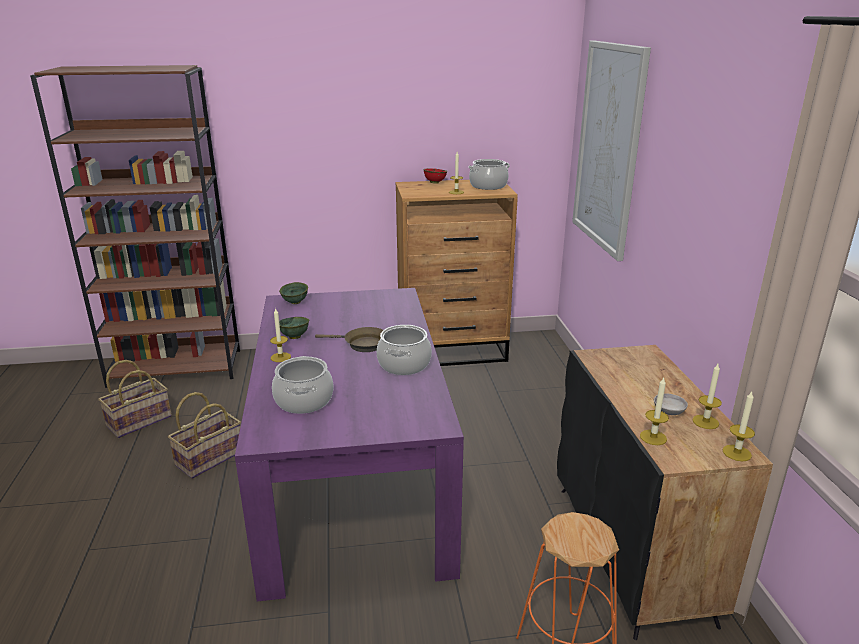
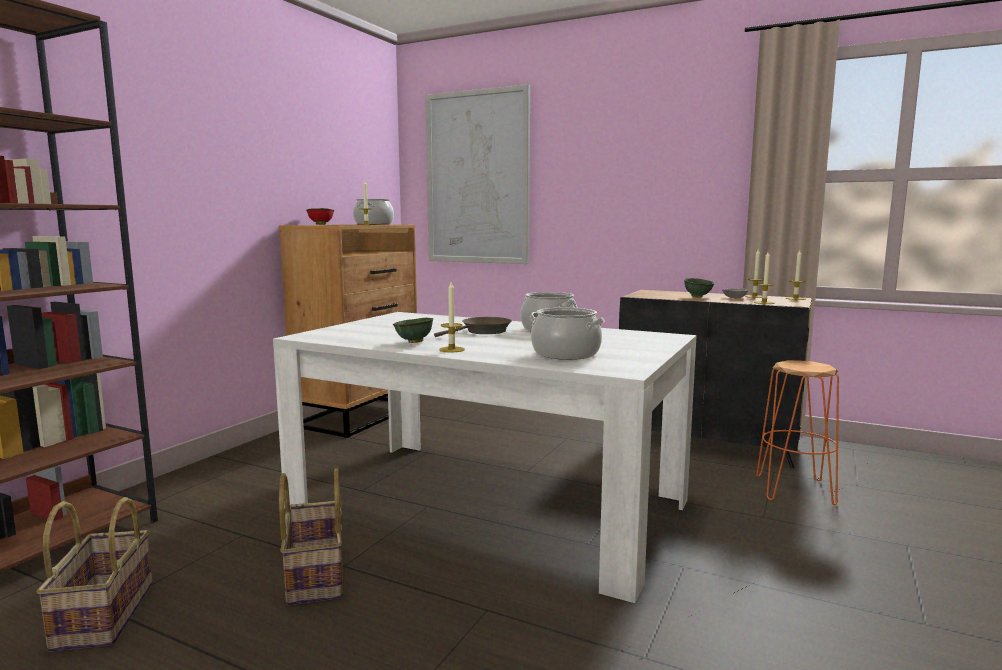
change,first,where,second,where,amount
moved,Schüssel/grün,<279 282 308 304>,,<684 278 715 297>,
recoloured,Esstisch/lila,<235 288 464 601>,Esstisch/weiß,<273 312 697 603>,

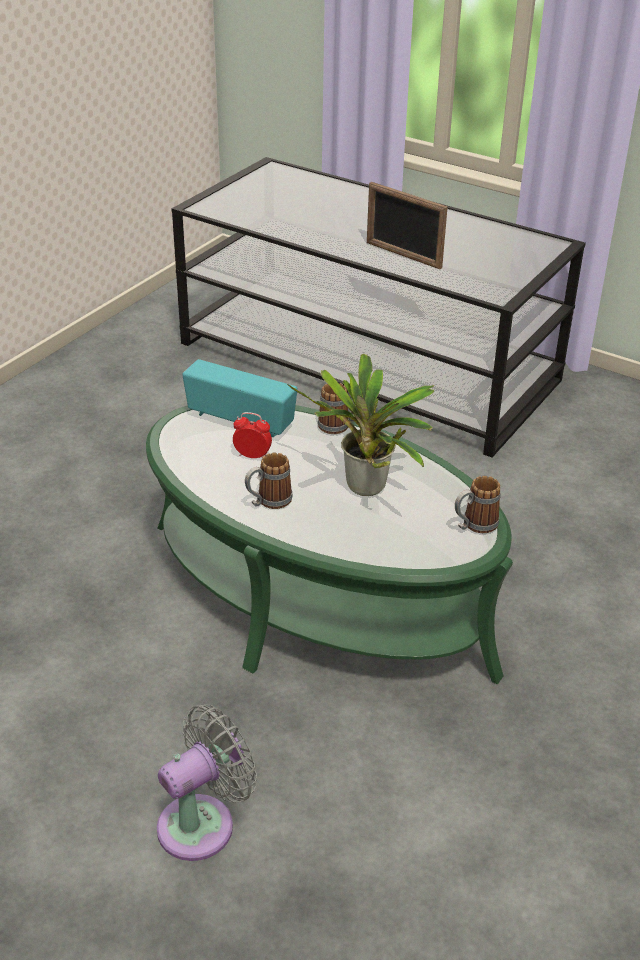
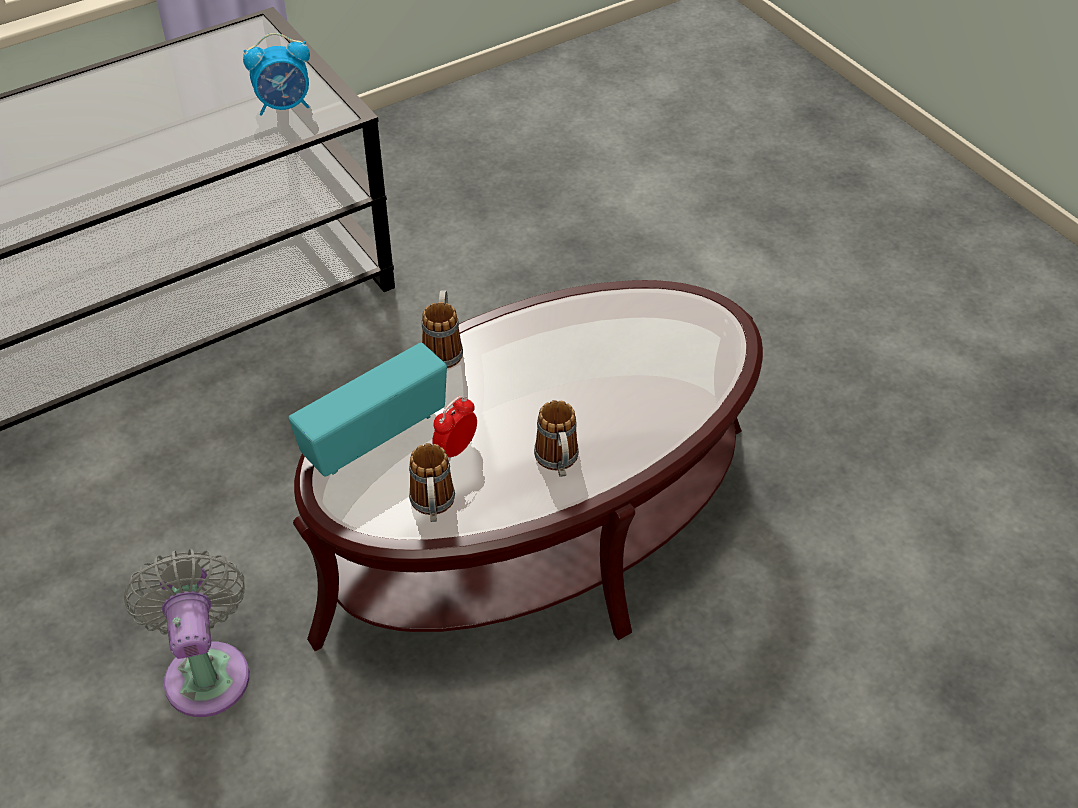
change,first,where,second,where,amount
removed,Bilderrahmen,<367 182 448 269>,,,
removed,Topfpflanze,<287 354 434 496>,,,
recoloured,Couchtisch/grün,<146 405 513 685>,Couchtisch/braun,<293 280 763 651>,
moved,Henkelbecher,<455 476 501 533>,,<409 443 455 522>,
moved,Ventilator/grau,<157 704 257 861>,,<124 549 249 717>,
added,,,Wecker,<243 33 310 116>,

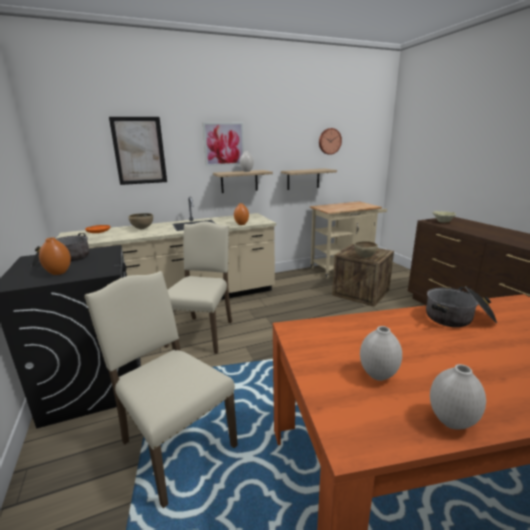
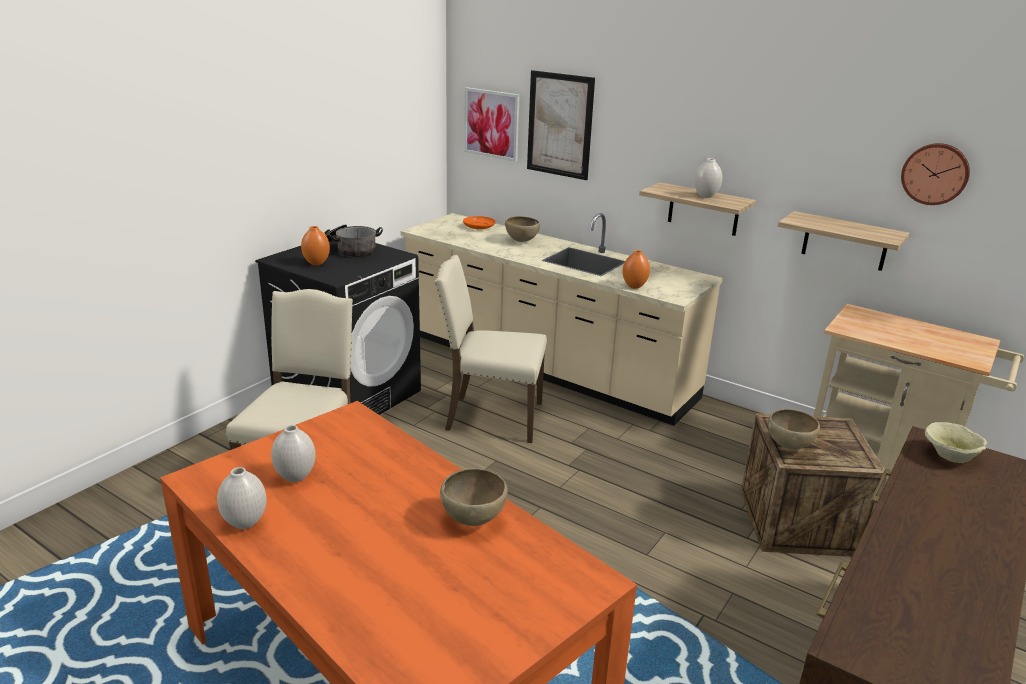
change,first,where,second,where,amount
moved,Bild,<203 123 244 166>,,<464 87 520 162>,
turned,Stuhl/beige,<164 221 232 354>,,<434 255 547 443>,150 degrees counterclockwise
replaced,Kochtopf,<426 286 498 327>,Schüssel/braun,<440 468 508 526>,

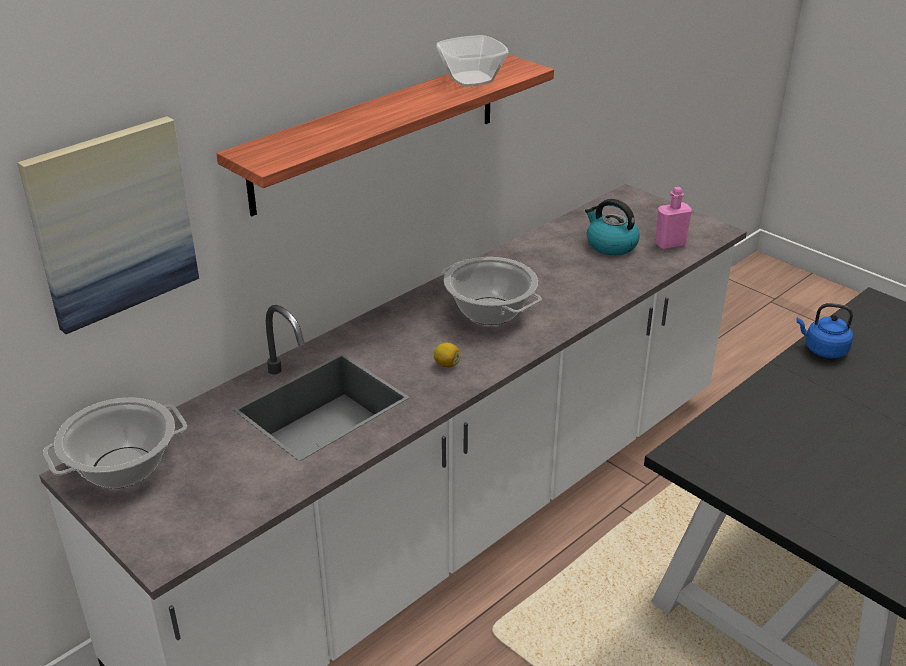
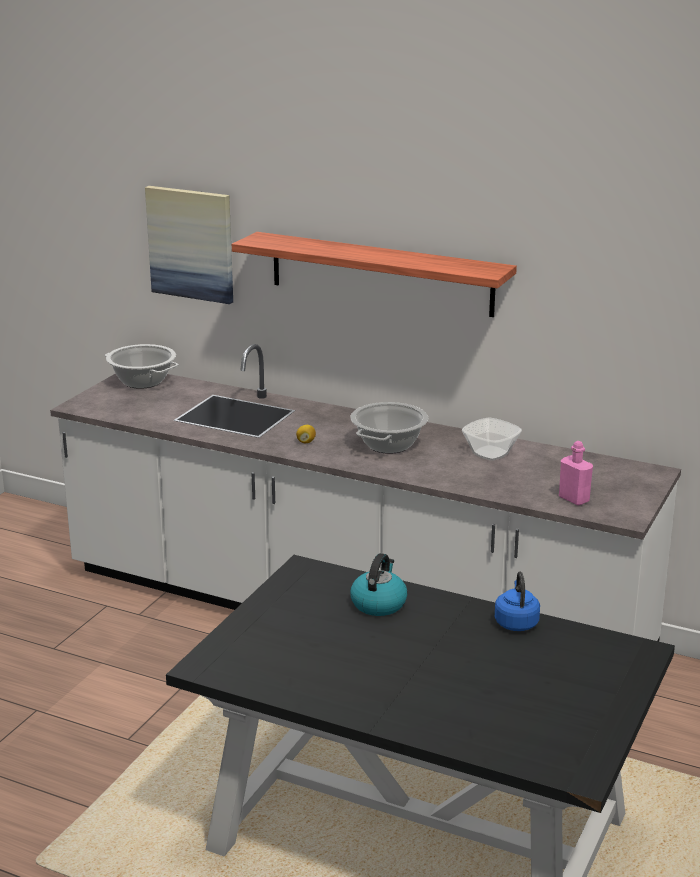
change,first,where,second,where,amount
moved,Schüssel,<436 35 509 87>,,<462 417 522 461>,
moved,Wasserkessel,<585 199 640 255>,,<350 553 407 616>,

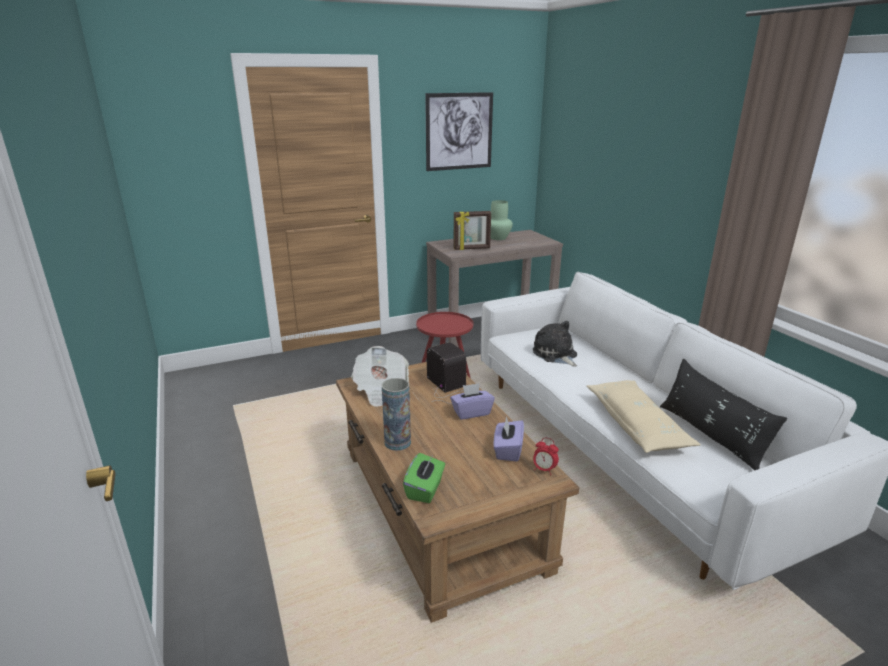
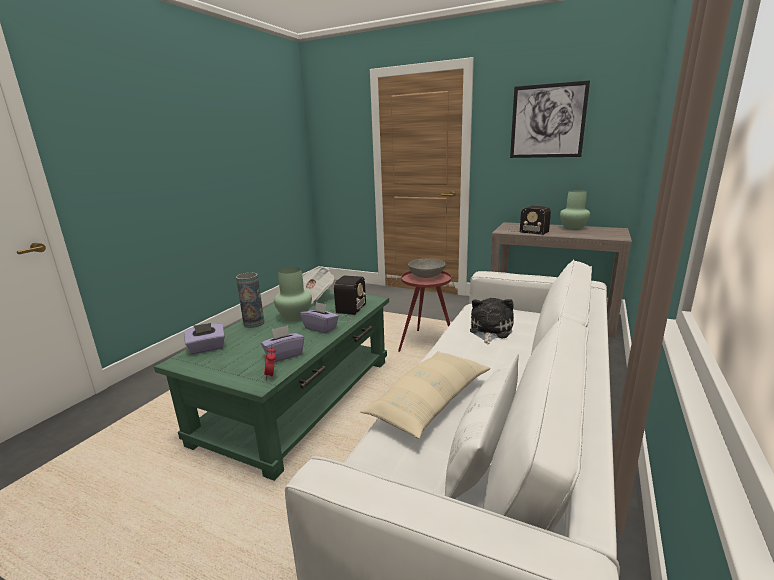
change,first,where,second,where,amount
replaced,Bilderrahmen,<453 211 491 250>,Radio,<508 206 551 235>,
recoloured,Kissen/schwarz,<660 359 787 470>,Kissen/weiß,<445 354 519 499>,
recoloured,Couchtisch/braun,<336 362 579 623>,Couchtisch/grün,<154 289 389 481>,
recoloured,Taschentuchbox/grün,<403 453 445 503>,Taschentuchbox/lila,<184 323 225 355>,
added,,,Schüssel/grau,<408 259 446 278>,
added,,,Vase/grün,<274 267 312 322>,

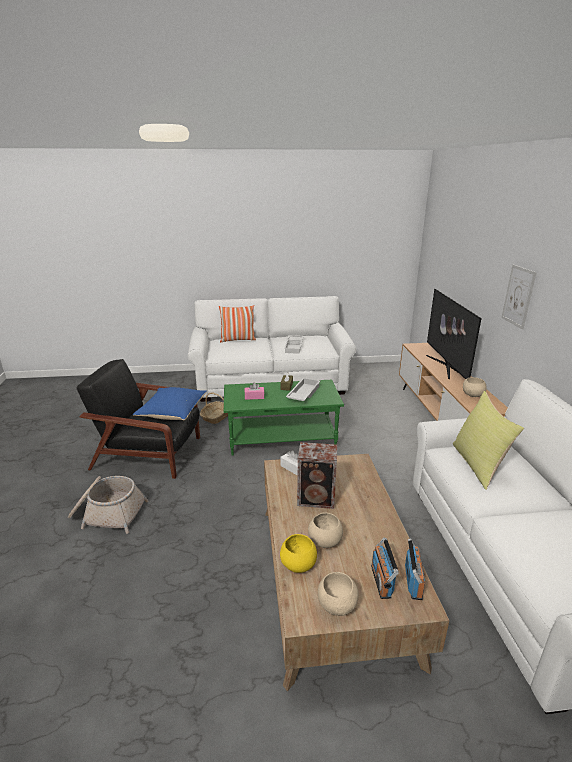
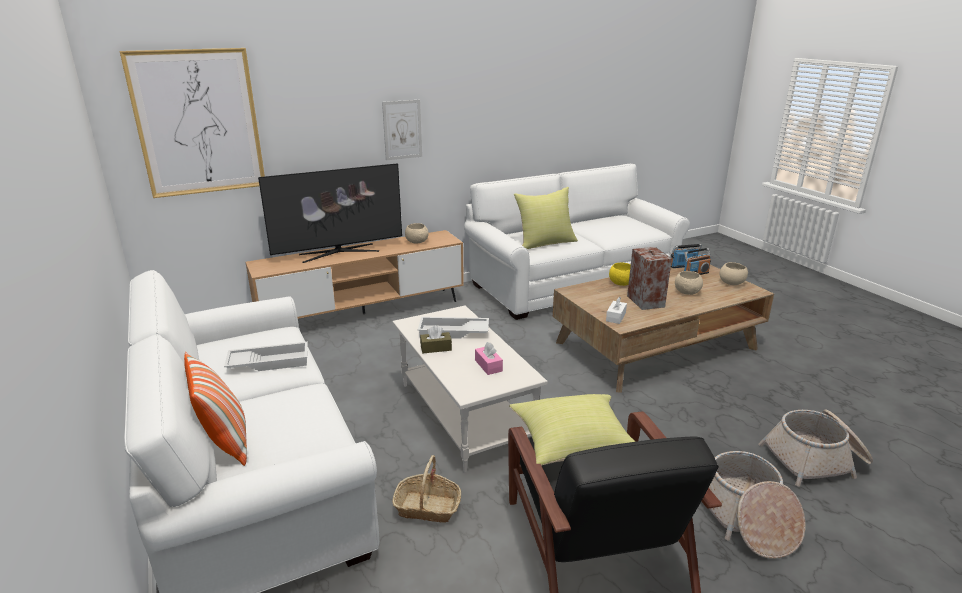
change,first,where,second,where,amount
recoloured,Couchtisch/grün,<224 380 344 456>,Couchtisch/weiß,<392 305 548 472>,
recoloured,Kissen/blau,<133 387 207 420>,Kissen/gelb,<509 394 635 466>,
moved,Schüssel/gelb,<280 534 317 573>,,<609 263 631 286>,
added,,,Bild,<120 48 265 198>,
added,,,Korb,<758 409 873 487>,

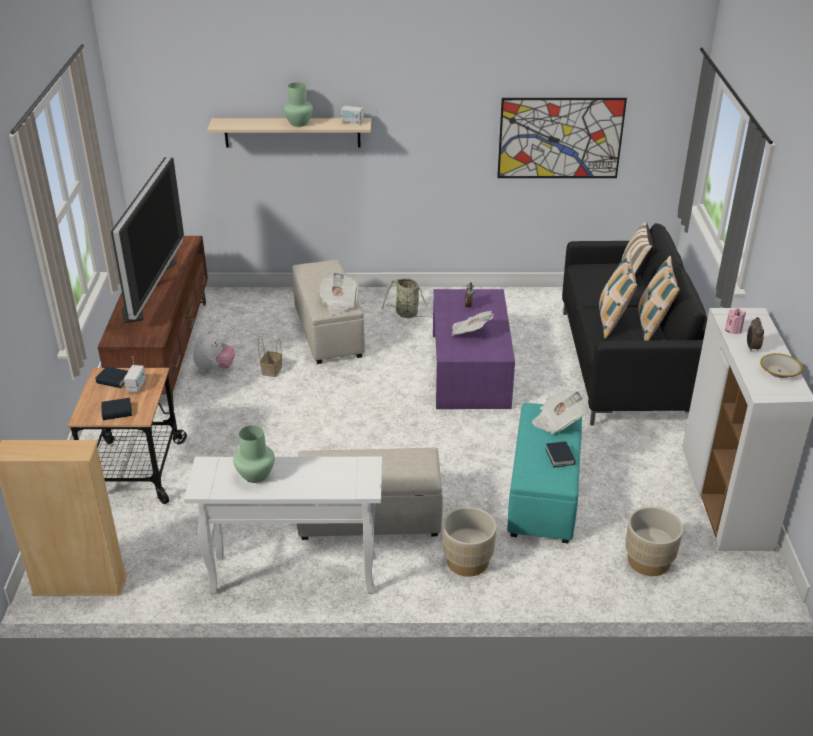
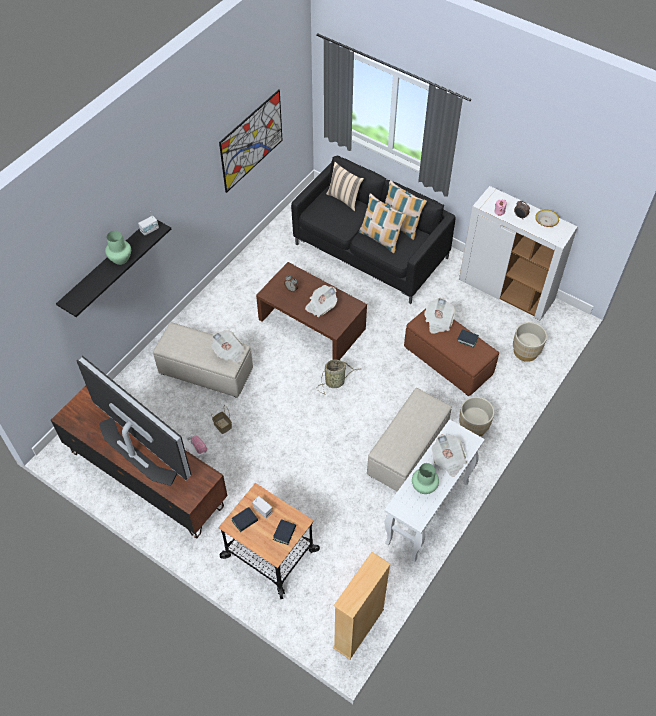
change,first,where,second,where,amount
recoloured,Wandregal/beige,<207 118 371 148>,Wandregal/schwarz,<56 220 171 317>,
moved,Korb,<382 278 433 318>,,<317 360 361 395>,
recoloured,Couchtisch/lila,<433 289 515 409>,Couchtisch/braun,<256 262 367 360>,
recoloured,Polsterhocker/türkis,<507 403 582 543>,Polsterhocker/braun,<404 309 499 397>,
added,,,Zeitung,<432 434 467 477>,

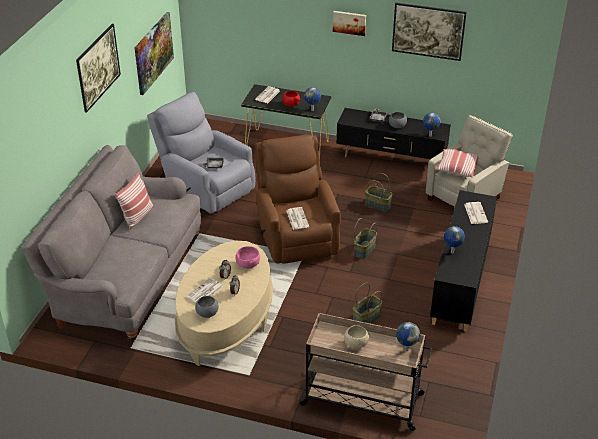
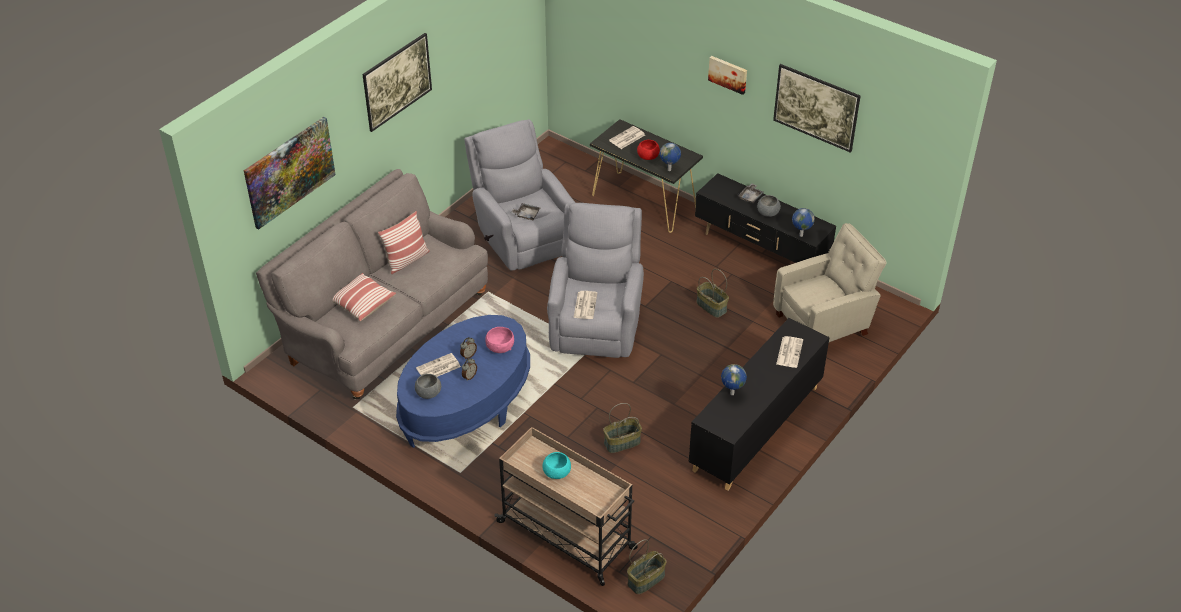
change,first,where,second,where,amount
moved,Bild,<135 12 174 95>,,<244 117 336 229>,
recoloured,Sessel/braun,<255 135 341 264>,Sessel/grau,<547 203 644 358>,
moved,Kissen,<435 149 479 178>,,<332 273 396 321>,
moved,Korb,<354 218 377 259>,,<627 539 667 594>,
recoloured,Couchtisch/beige,<175 241 273 366>,Couchtisch/blau,<396 315 530 448>,
removed,Globus,<396 322 420 352>,,,
recoloured,Schüssel/beige,<344 325 369 349>,Schüssel/türkis,<542 452 571 479>,

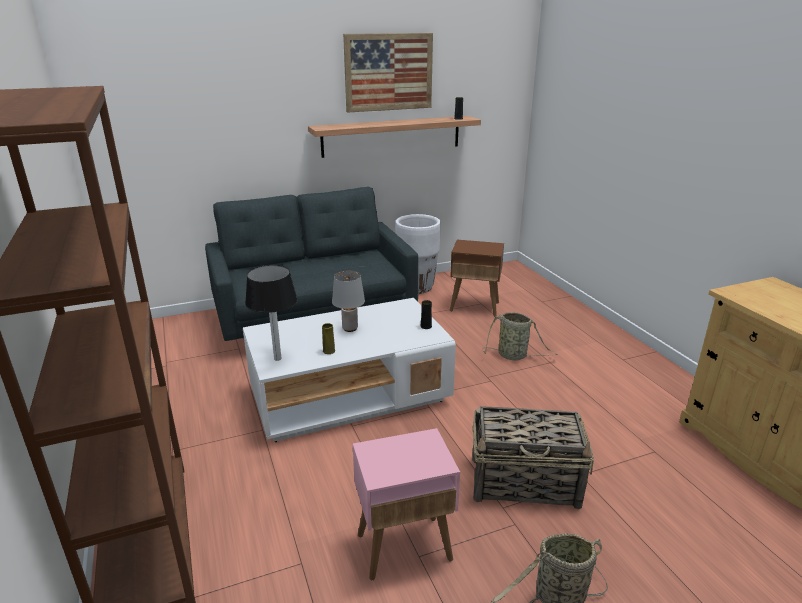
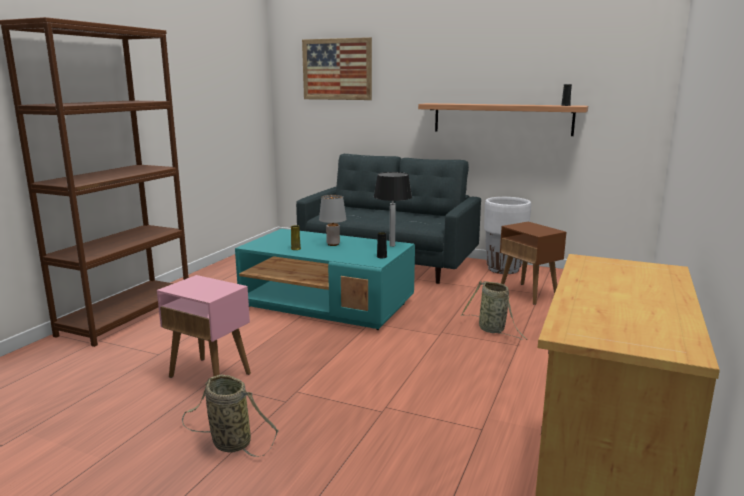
change,first,where,second,where,amount
moved,Bild,<343 33 433 113>,,<302 37 372 100>,
moved,Tischlampe,<245 265 298 361>,,<374 172 412 247>,
recoloured,Couchtisch/weiß,<243 298 456 442>,Couchtisch/türkis,<235 229 415 330>,
removed,Korb,<472 406 594 509>,,,

